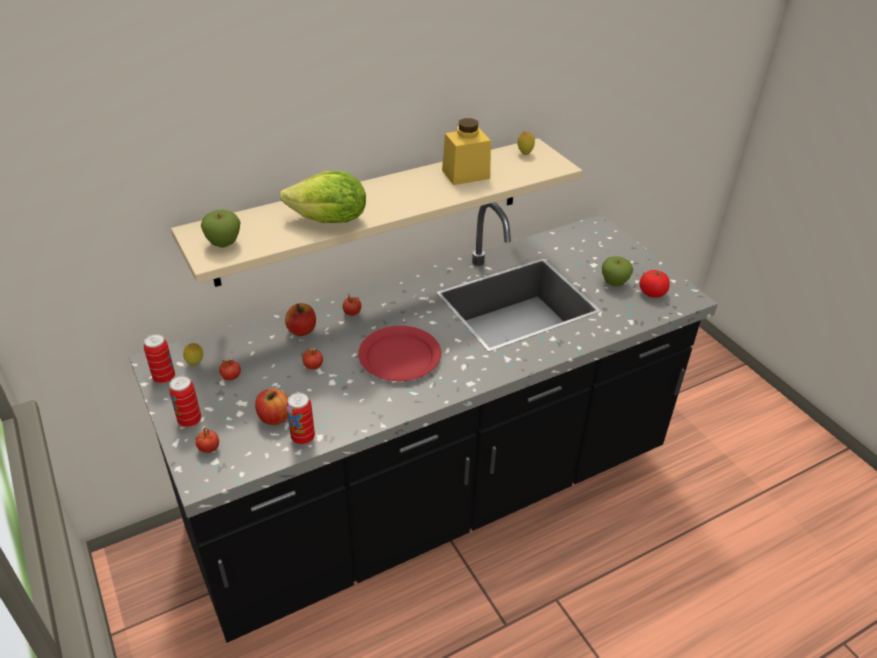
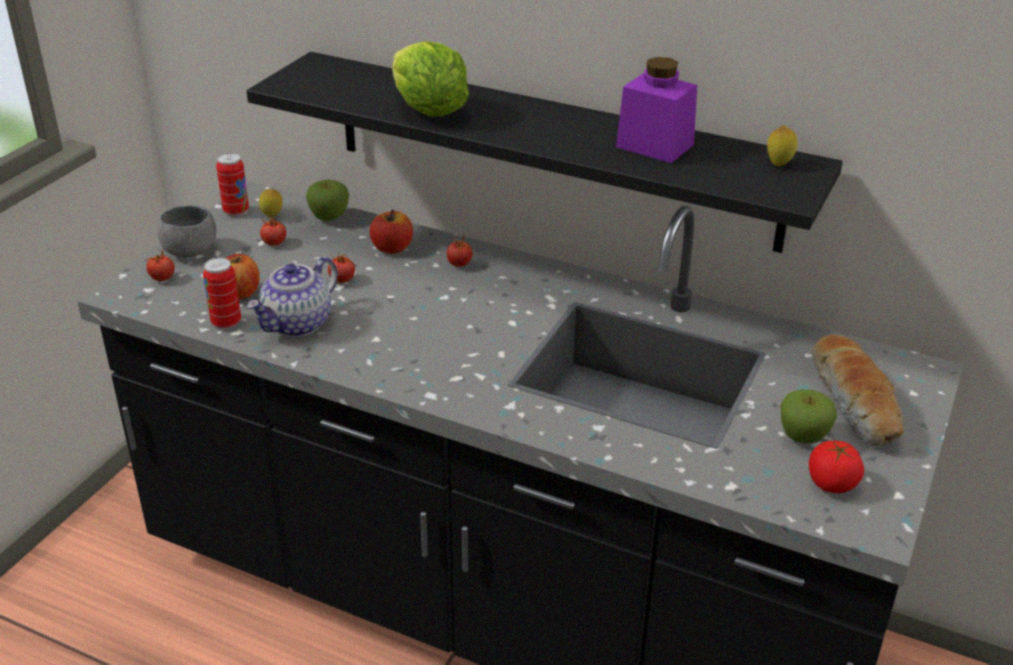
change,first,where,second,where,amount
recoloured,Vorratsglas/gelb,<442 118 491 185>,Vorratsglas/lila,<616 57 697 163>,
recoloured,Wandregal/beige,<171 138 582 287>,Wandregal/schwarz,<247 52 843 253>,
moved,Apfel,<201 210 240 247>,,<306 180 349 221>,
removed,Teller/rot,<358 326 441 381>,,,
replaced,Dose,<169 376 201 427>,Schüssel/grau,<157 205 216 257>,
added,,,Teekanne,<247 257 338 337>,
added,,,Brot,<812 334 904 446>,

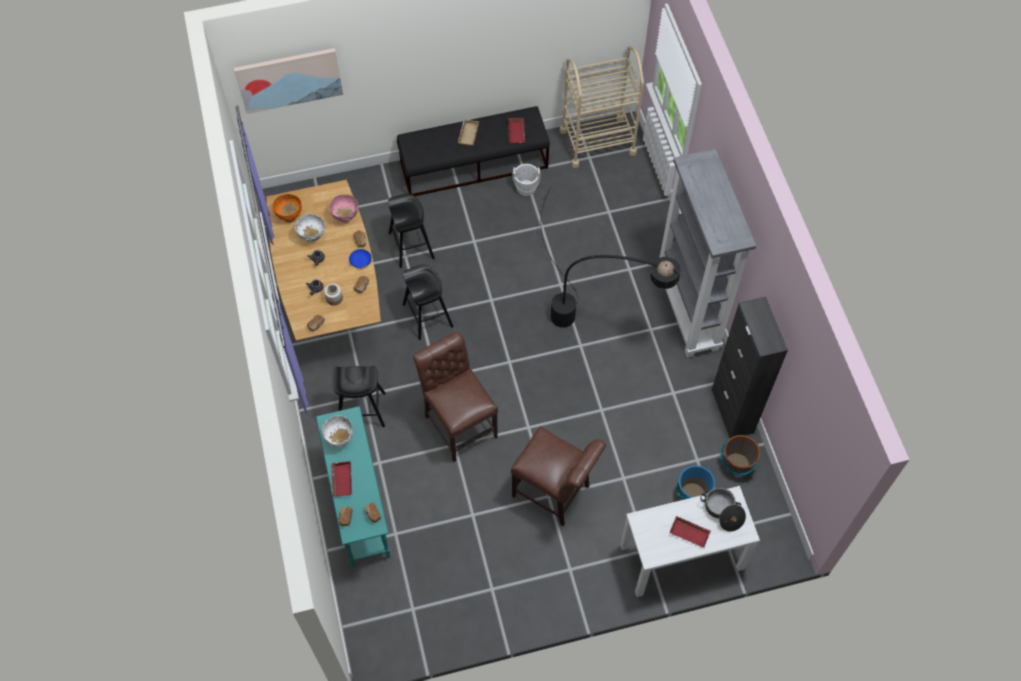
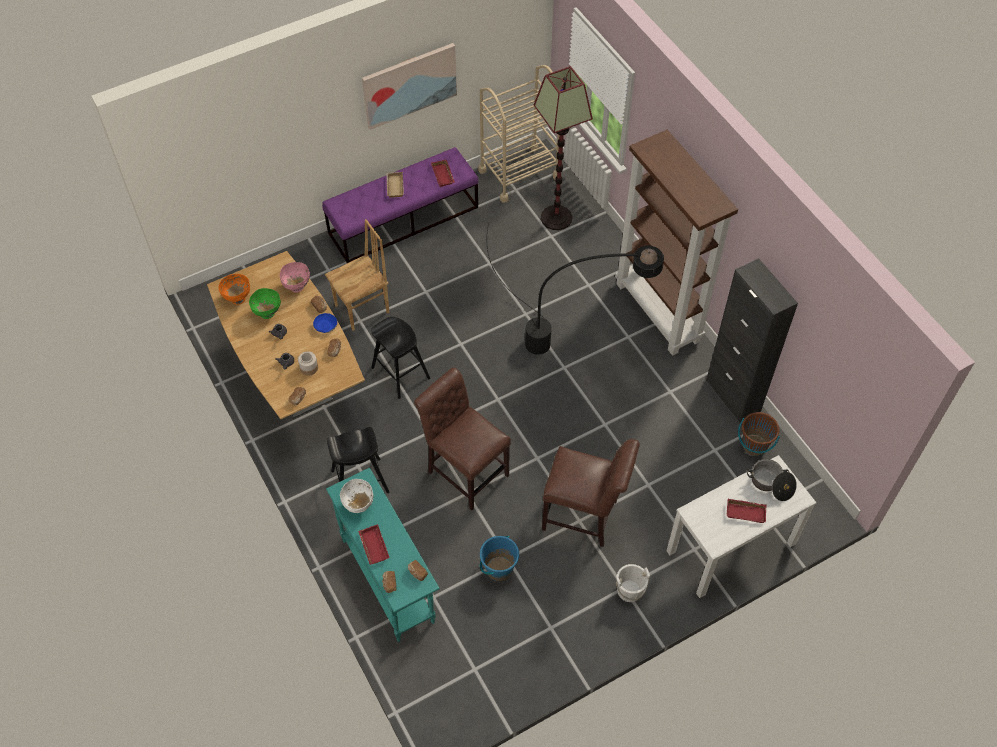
change,first,where,second,where,amount
moved,Bild,<234 48 343 114>,,<362 43 457 130>,
recoloured,Bank/schwarz,<397 106 550 196>,Bank/lila,<322 147 478 263>,
recoloured,Bücherregal/grau,<659 149 756 358>,Bücherregal/braun,<615 130 738 356>,
moved,Eimer/weiß,<512 164 541 196>,,<616 564 650 602>,
replaced,Hocker/schwarz,<388 194 435 268>,Stuhl/braun,<325 219 389 331>,
recoloured,Schüssel/weiß,<295 214 325 242>,Schüssel/grün,<249 288 281 319>,
moved,Eimer/blau,<676 465 715 500>,,<480 536 519 581>,
added,,,Stehlampe,<534 66 593 230>,

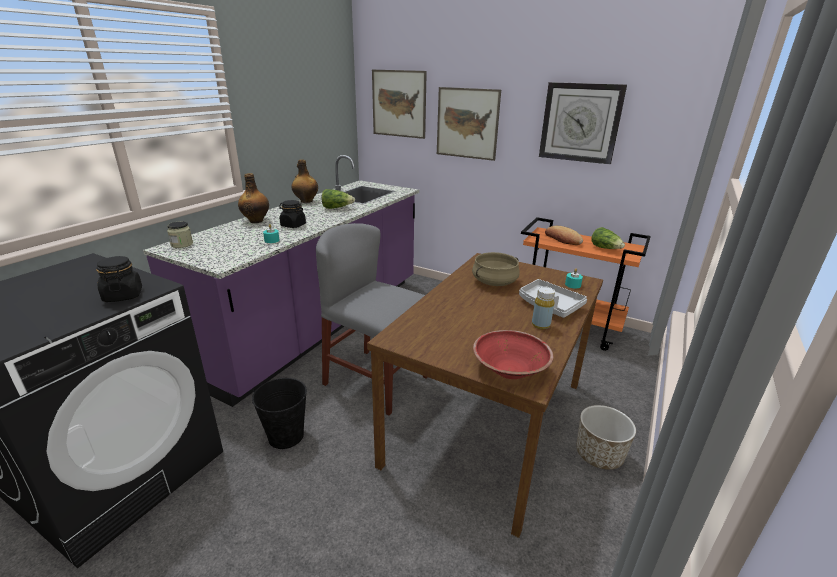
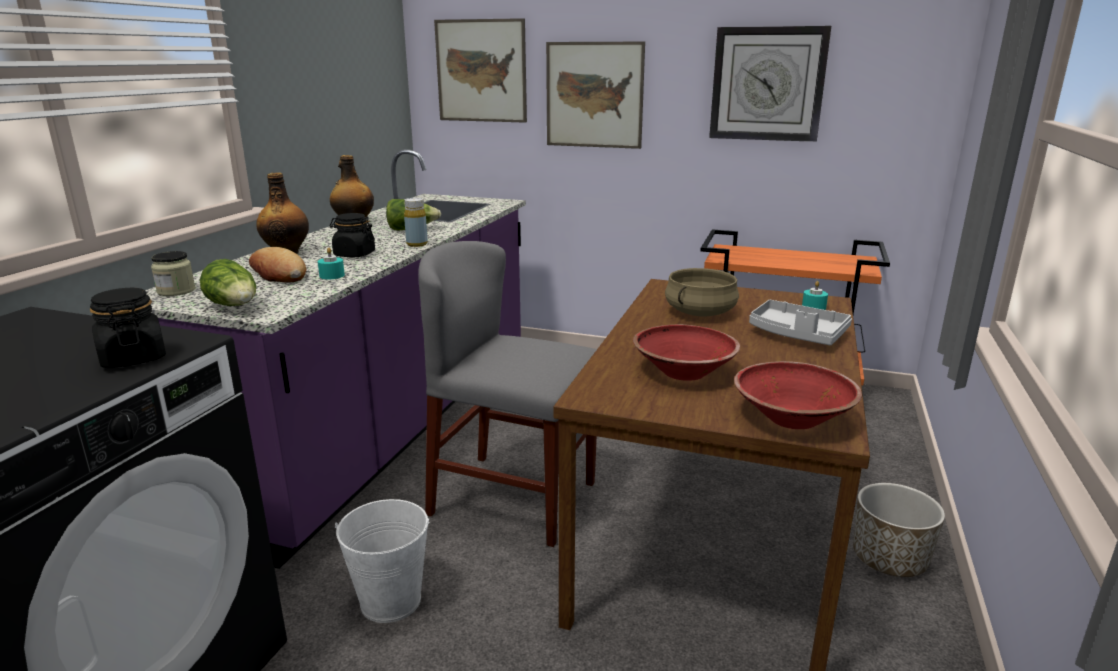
change,first,where,second,where,amount
moved,Brot,<545 226 583 245>,,<249 247 306 283>,
moved,Salatkopf,<591 227 625 249>,,<200 259 256 306>,
moved,Flasche/gelb,<532 286 555 329>,,<404 198 428 247>,
recoloured,Eimer/schwarz,<252 378 307 449>,Eimer/weiß,<335 499 429 623>,
added,,,Schüssel/rot,<633 324 740 381>,

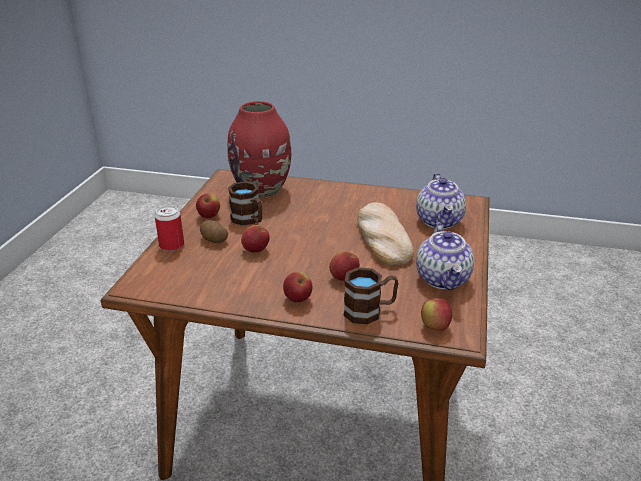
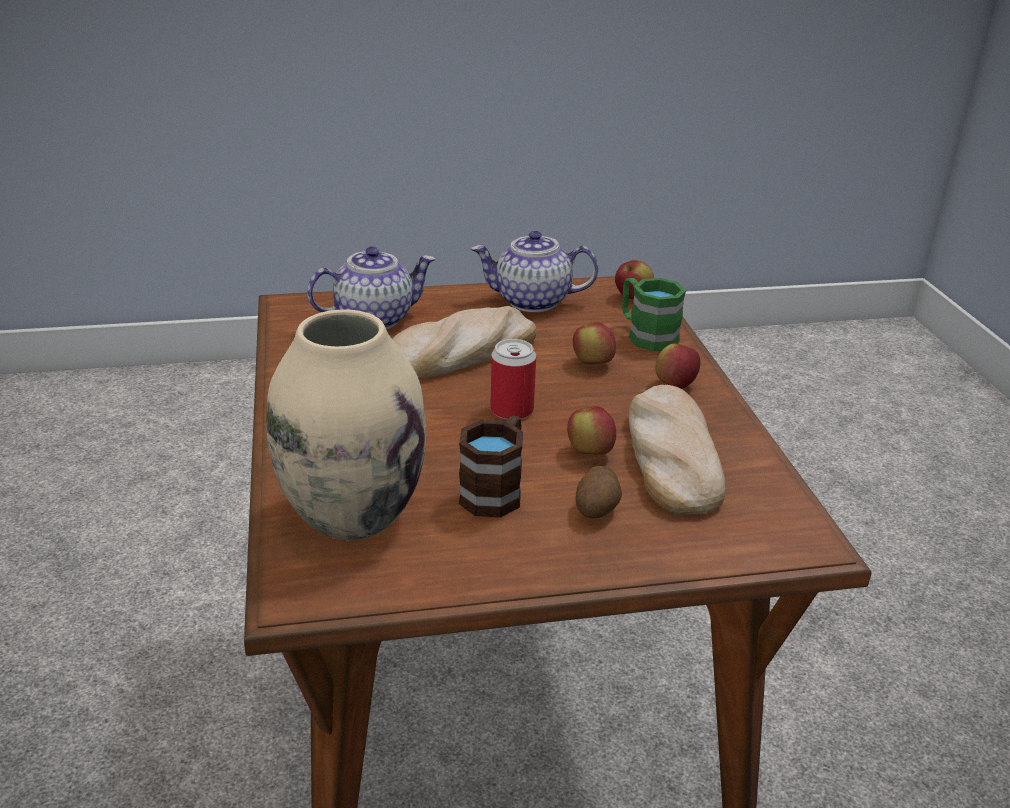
change,first,where,second,where,amount
recoloured,Vase/rot,<227 101 291 198>,Vase/beige,<266 309 426 541>,
removed,Apfel,<196 193 220 218>,,,
moved,Dose,<155 205 184 251>,,<490 339 536 420>,
turned,Teekanne,<416 223 474 290>,,<471 230 598 312>,150 degrees counterclockwise
recoloured,Henkelbecher/braun,<344 267 399 324>,Henkelbecher/grün,<622 278 686 351>,
added,,,Brot,<629 385 725 514>,

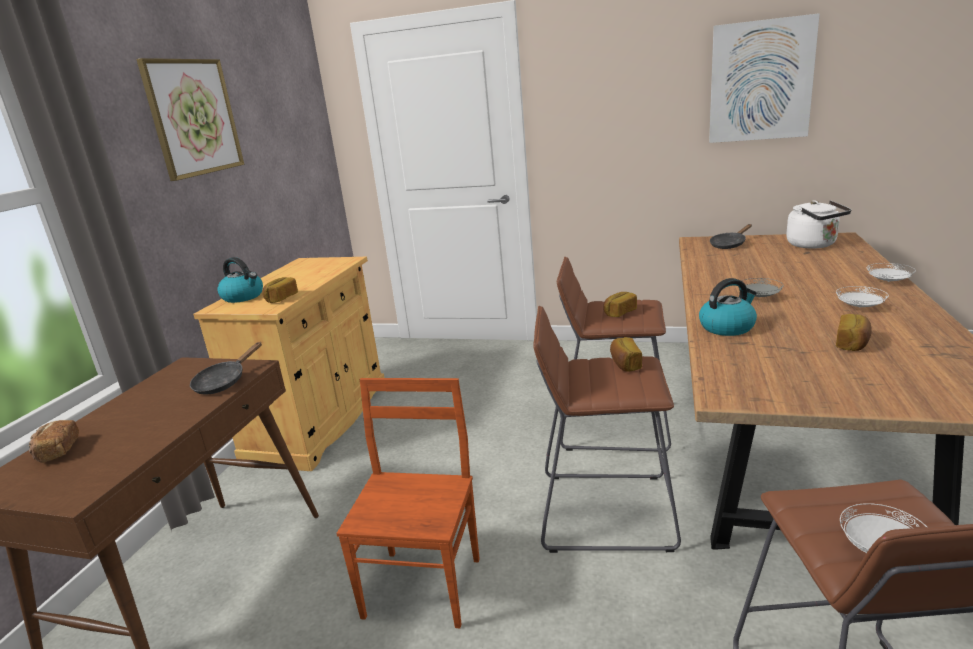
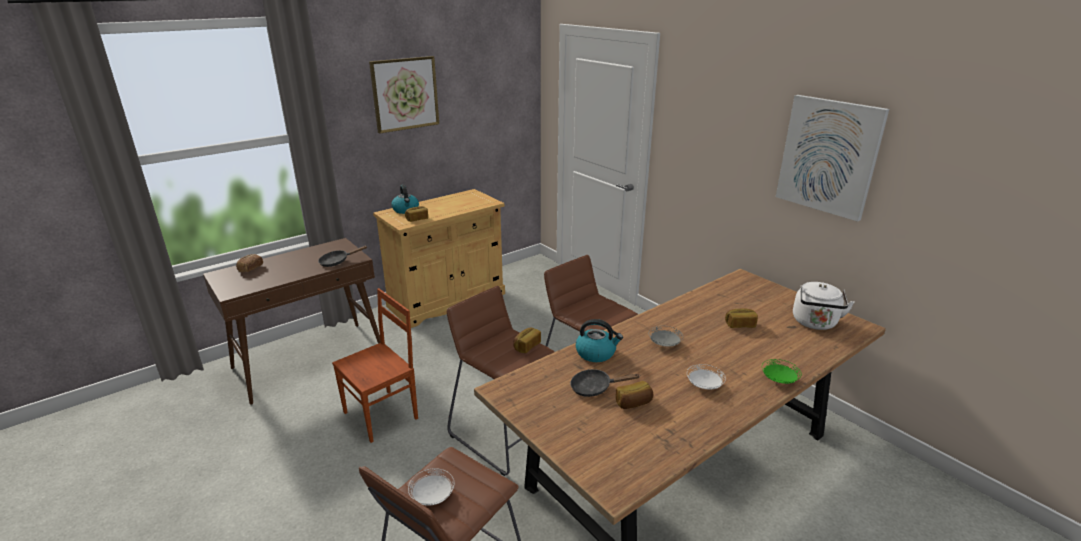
change,first,where,second,where,amount
moved,Pfanne/schwarz,<710 224 752 249>,,<570 369 639 397>,
recoloured,Teller/weiß,<867 263 916 282>,Teller/grün,<762 359 801 384>,
moved,Brot,<604 292 637 317>,,<725 308 758 328>,

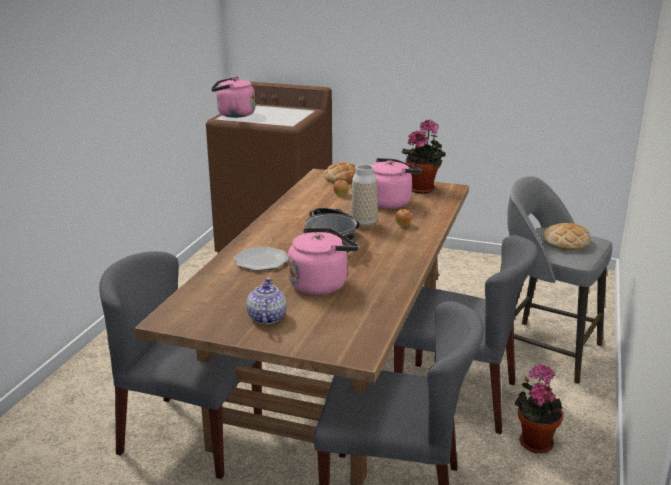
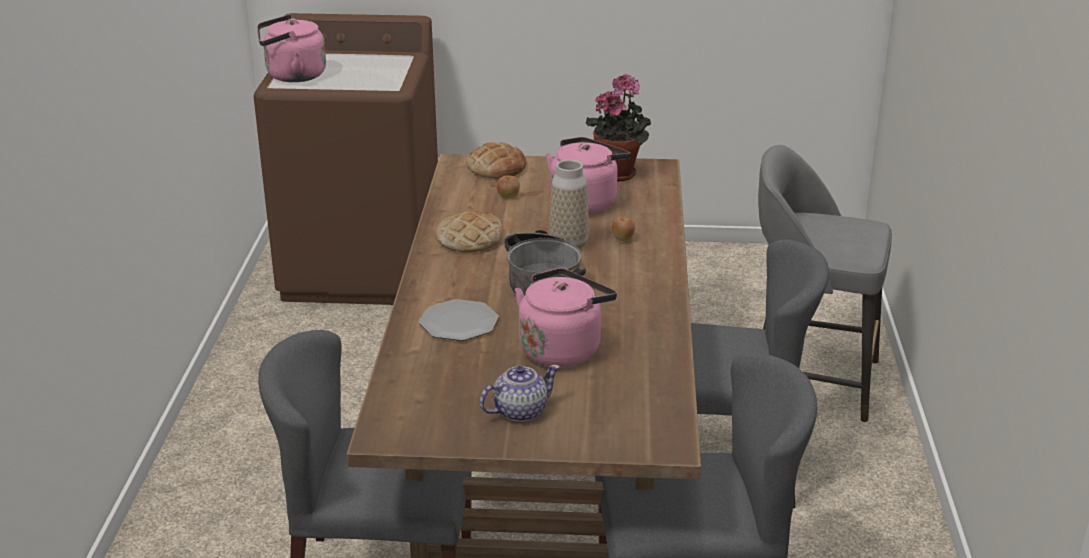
change,first,where,second,where,amount
moved,Brot,<543 223 591 250>,,<436 211 503 252>,
turned,Teekanne,<247 278 286 324>,,<480 364 560 422>,75 degrees clockwise
removed,Topfpflanze,<515 364 563 453>,,,

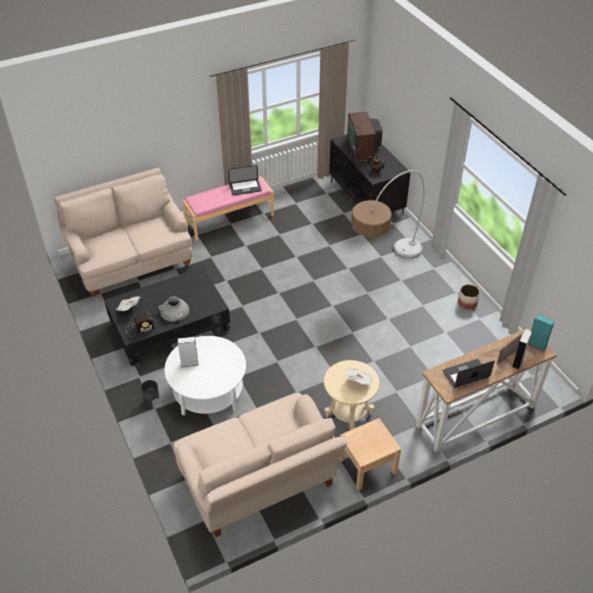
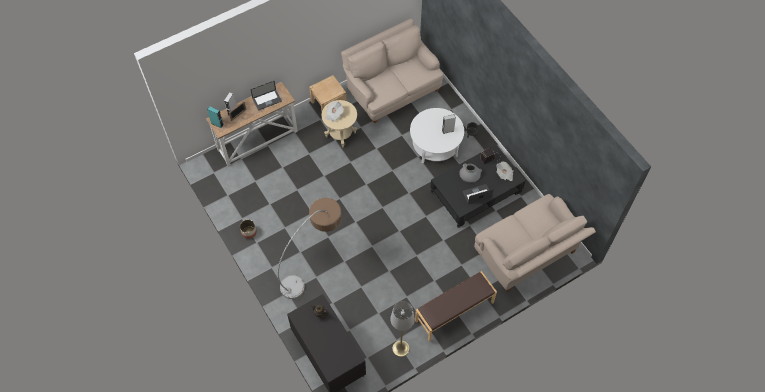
change,first,where,second,where,amount
removed,Fernseher,<347 112 383 161>,,,
moved,Laptop,<228 165 262 196>,,<463 184 494 204>,
recoloured,Bank/rosa,<183 176 274 241>,Bank/braun,<415 271 497 342>,
added,,,Stehlampe/grau,<390 301 415 357>,

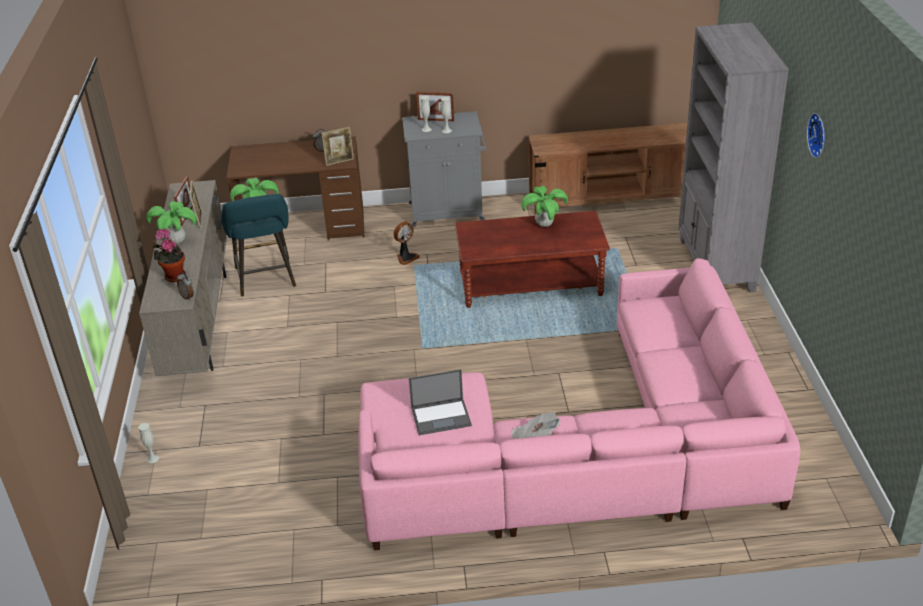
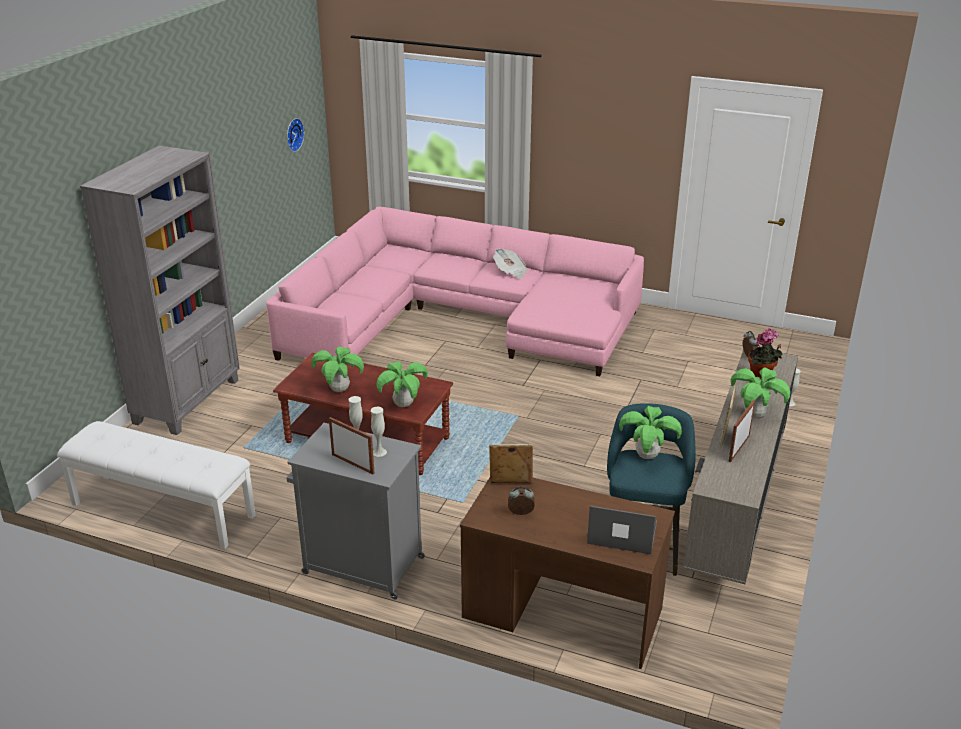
change,first,where,second,where,amount
moved,Wanduhr,<807 113 825 158>,,<287 118 304 152>,
replaced,Fernsehschrank/braun,<529 123 687 215>,Bank/weiß,<57 421 256 549>,
removed,Ventilator,<394 222 420 265>,,,
moved,Laptop,<409 369 472 435>,,<587 506 657 554>,
added,,,Topfpflanze,<377 361 428 407>,

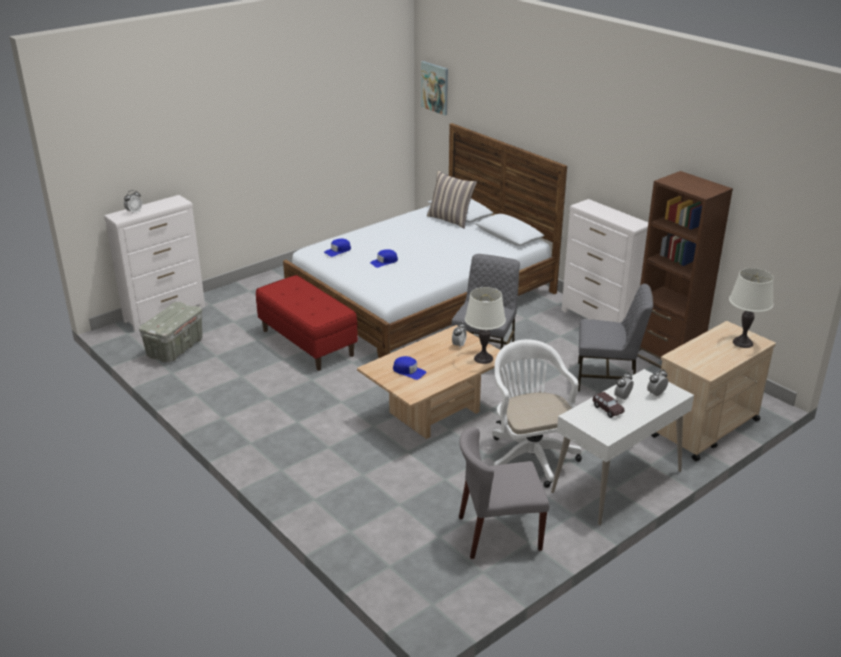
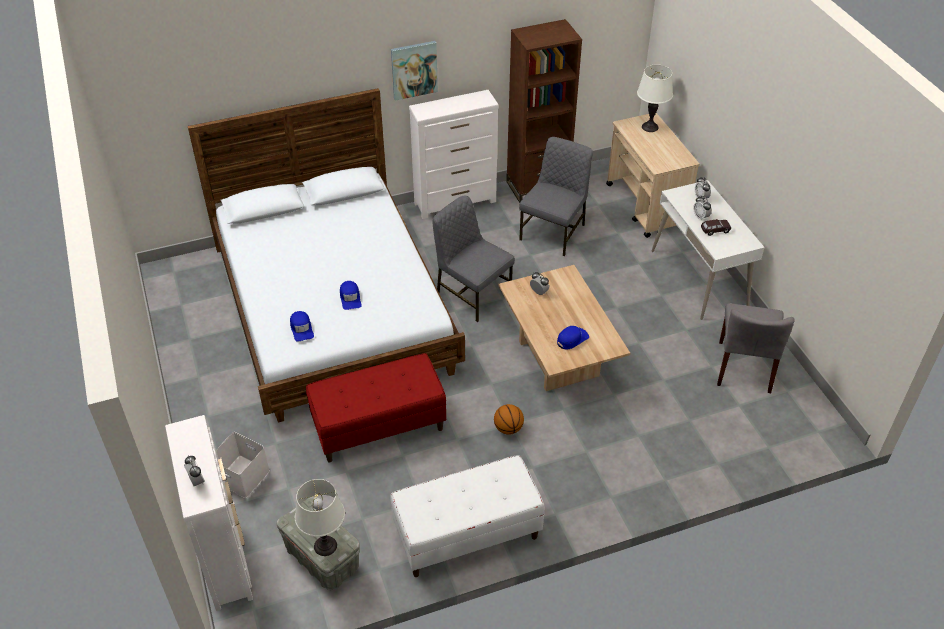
change,first,where,second,where,amount
moved,Bild,<421 61 448 115>,,<391 41 438 101>,
removed,Kissen,<427 170 477 229>,,,
moved,Tischlampe/weiß,<465 287 506 364>,,<295 479 345 556>,
removed,Bürostuhl/weiß,<492 339 582 488>,,,
added,,,Basketball,<494 404 524 435>,
added,,,Aufbewahrungsbox/weiß,<216 432 270 498>,
added,,,Bank/weiß,<390 455 545 577>,

